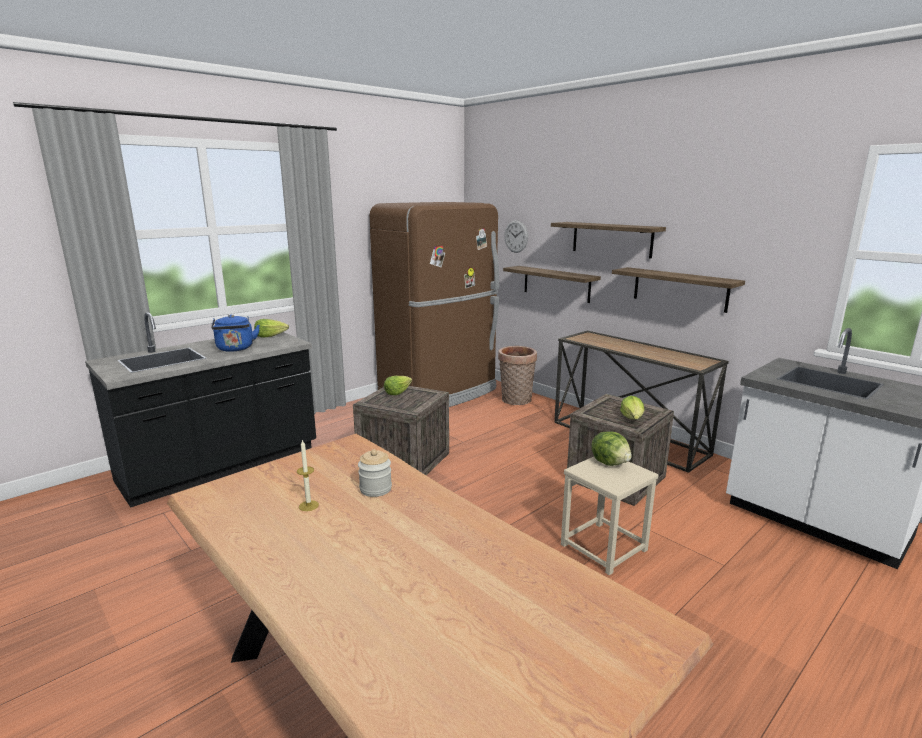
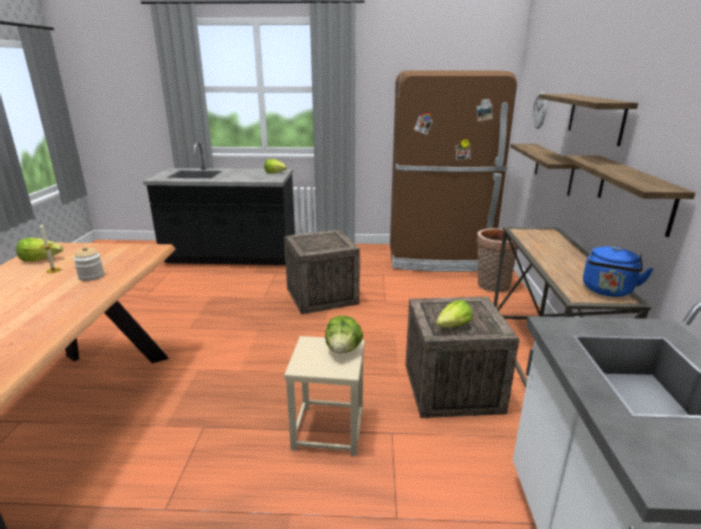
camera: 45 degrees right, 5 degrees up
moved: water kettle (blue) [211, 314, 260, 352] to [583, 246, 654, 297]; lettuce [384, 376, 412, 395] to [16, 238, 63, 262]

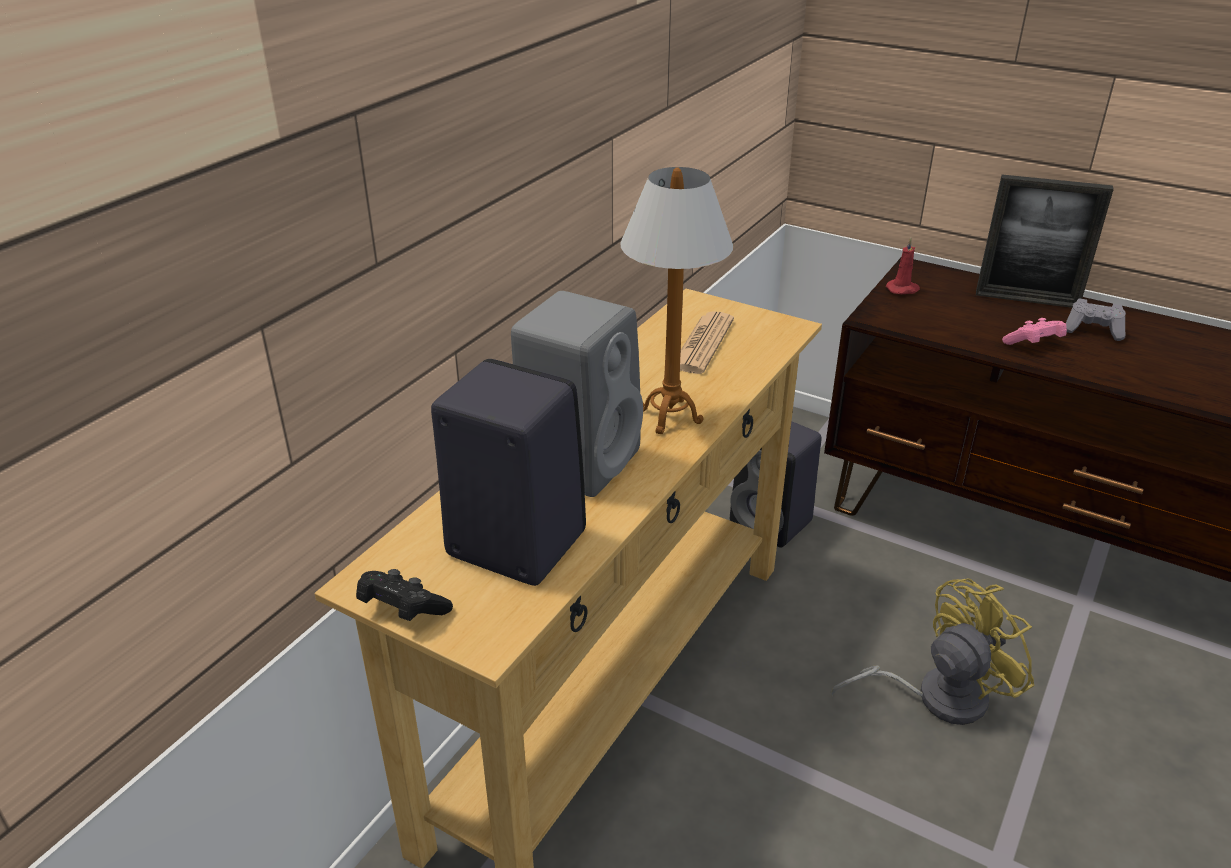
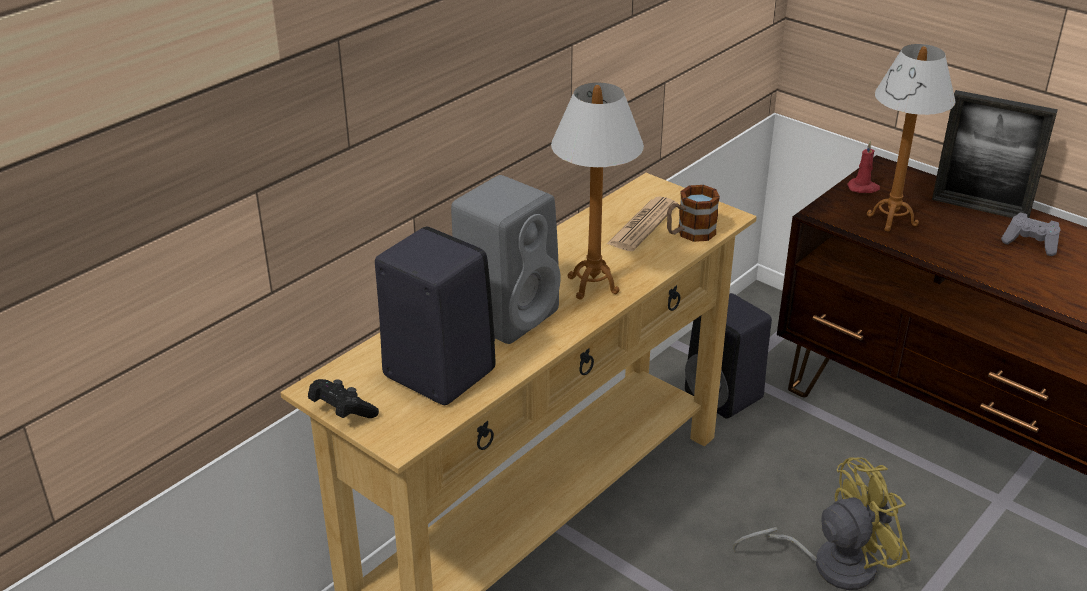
camera: 10 degrees right, 0 degrees up
removed: gamepad (pink) [1002, 318, 1067, 345]
added: tea mug [667, 185, 720, 242]; table lamp [867, 44, 956, 232]

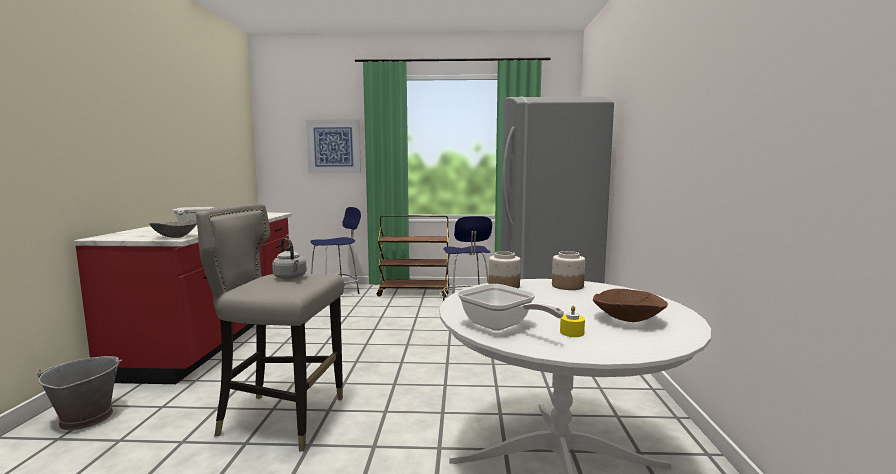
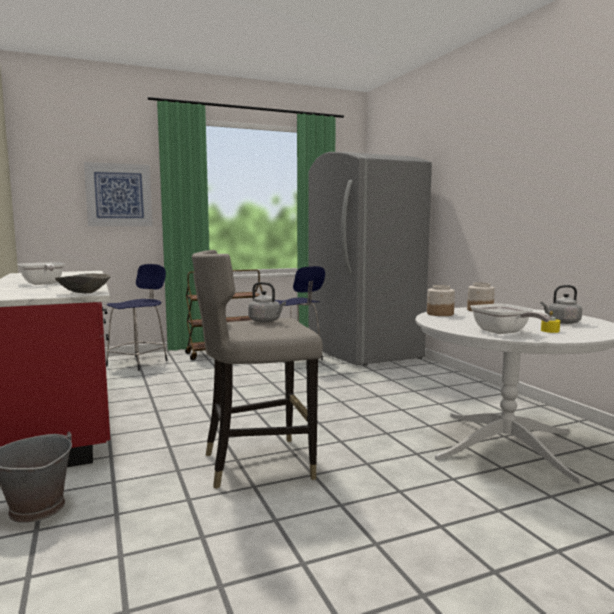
camera: 25 degrees left, 0 degrees up
replaced: bowl (brownish) [593, 289, 668, 322] to water kettle (greyish) [541, 285, 582, 324]
turned: frying pan [457, 284, 564, 331] = [470, 304, 550, 334] 45 degrees clockwise

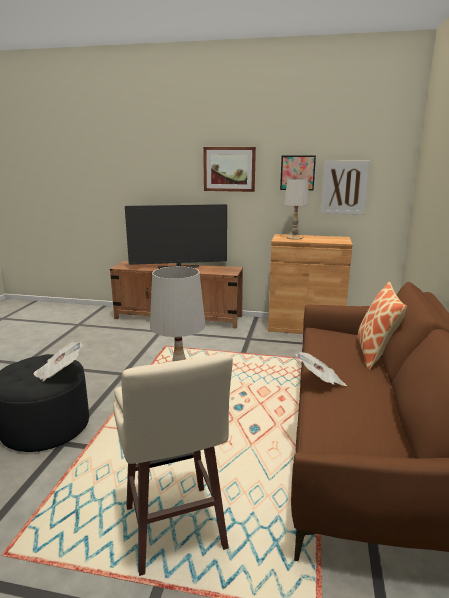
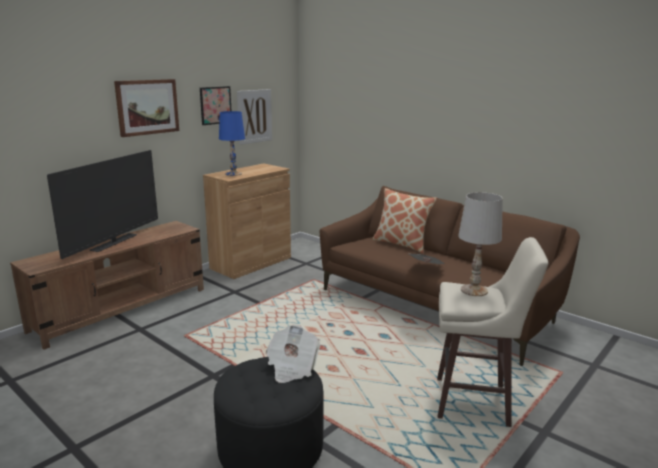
camera: 60 degrees left, 0 degrees up
recoloured: table lamp (whitish) [284, 178, 309, 240] to table lamp (blue) [219, 111, 245, 176]

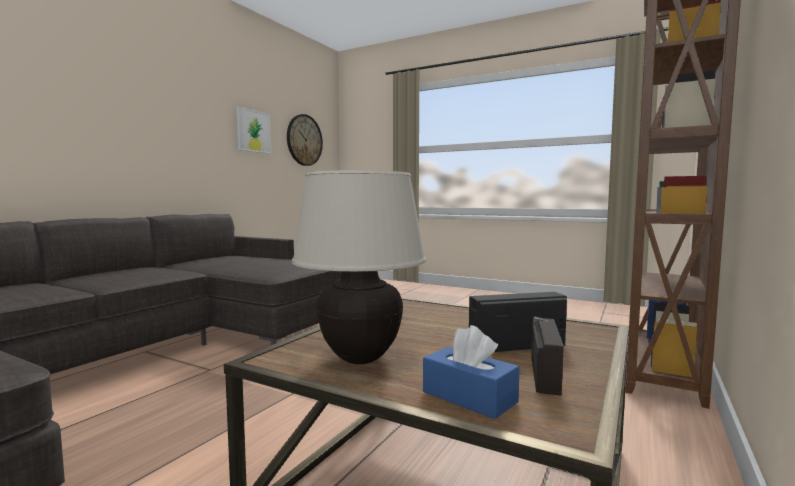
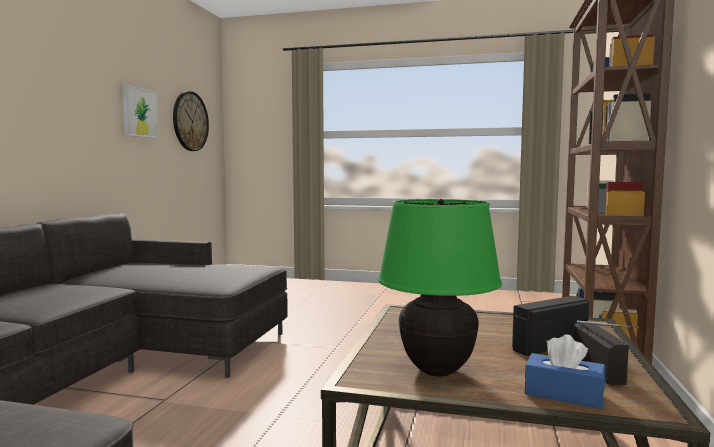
camera: 15 degrees left, 0 degrees up
recoloured: table lamp (sand-coloured) [292, 170, 426, 364] to table lamp (green) [378, 199, 502, 377]

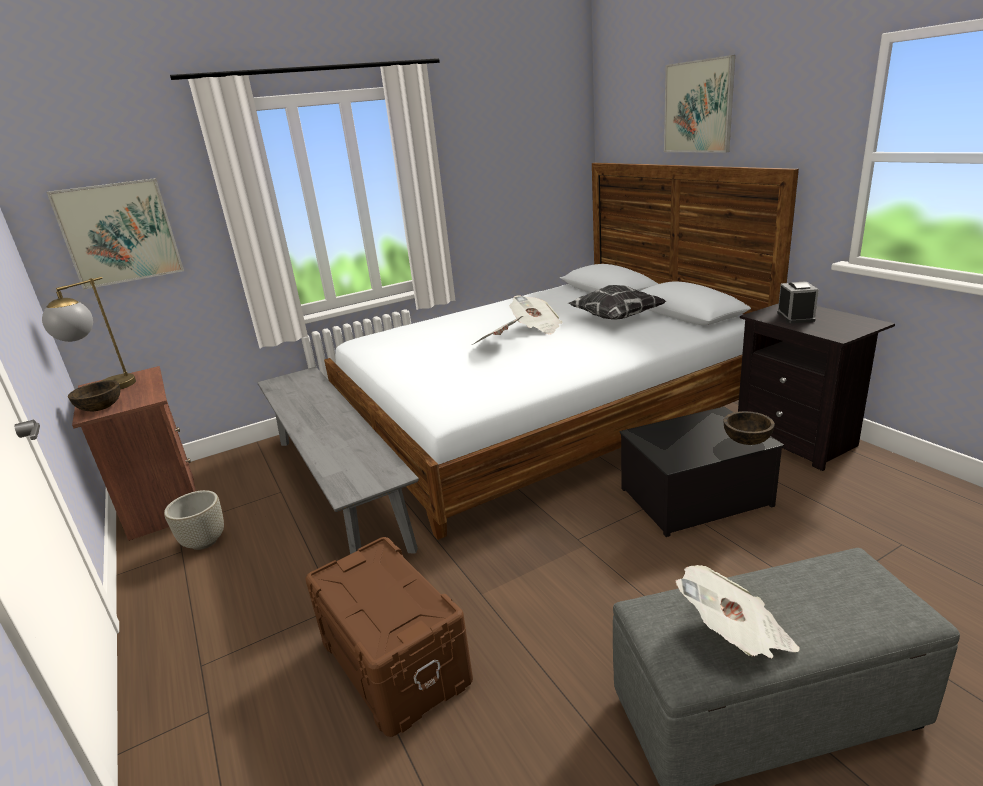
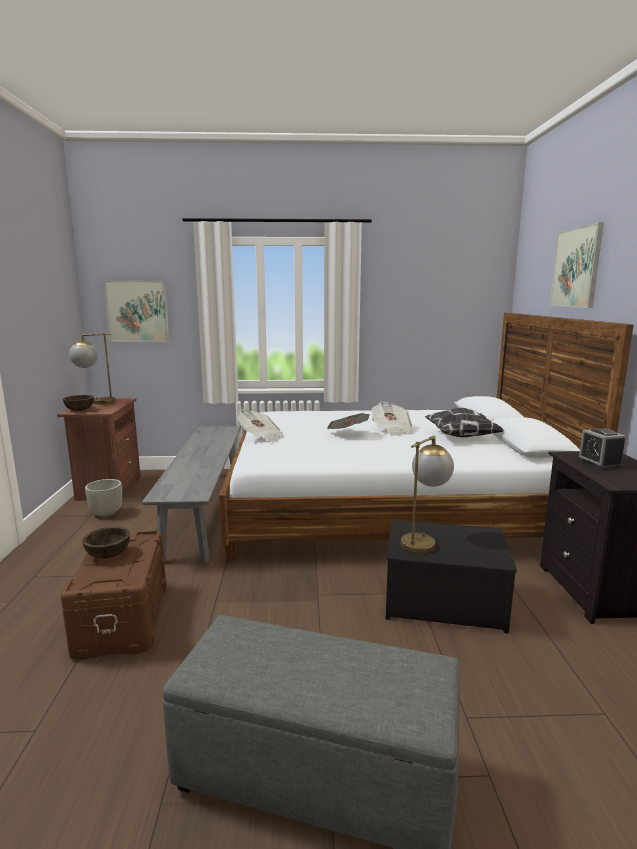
camera: 25 degrees right, 10 degrees down
added: table lamp [401, 435, 454, 554]
moved: printed paper [676, 565, 799, 658] to [237, 409, 283, 442]; bowl (brownish) [723, 411, 775, 445] to [82, 527, 130, 559]
turned: alarm clock [777, 282, 819, 323] = [578, 428, 626, 470] 135 degrees clockwise

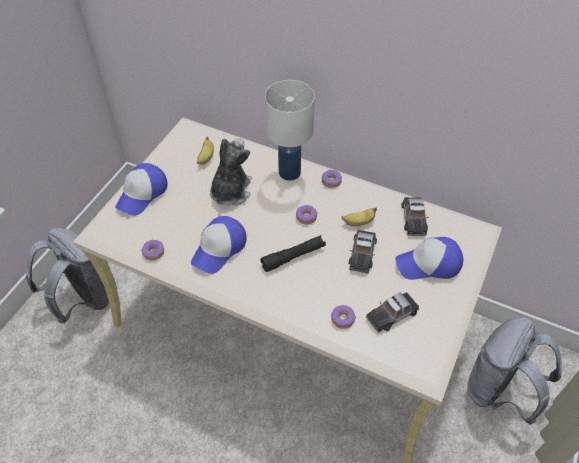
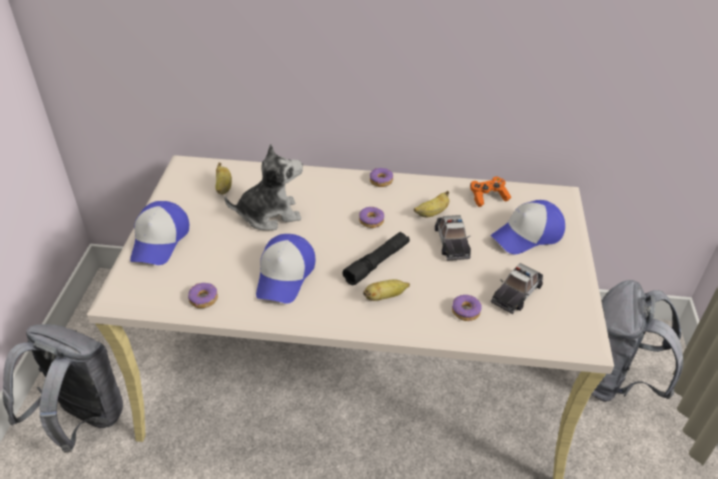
camera: 20 degrees left, 10 degrees down
removed: table lamp (whitish) [265, 80, 315, 181]
added: banana fruit [363, 280, 410, 301]
replaced: model car [401, 197, 429, 236] to gamepad (orangey) [470, 176, 511, 207]
turned: plush toy [210, 138, 252, 205] = [224, 144, 303, 230] 75 degrees clockwise

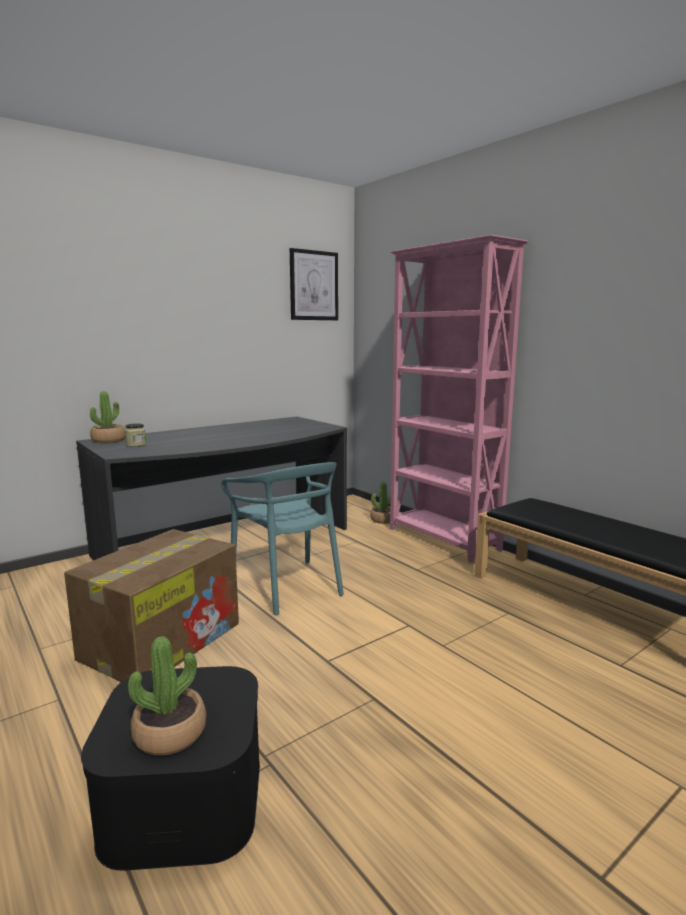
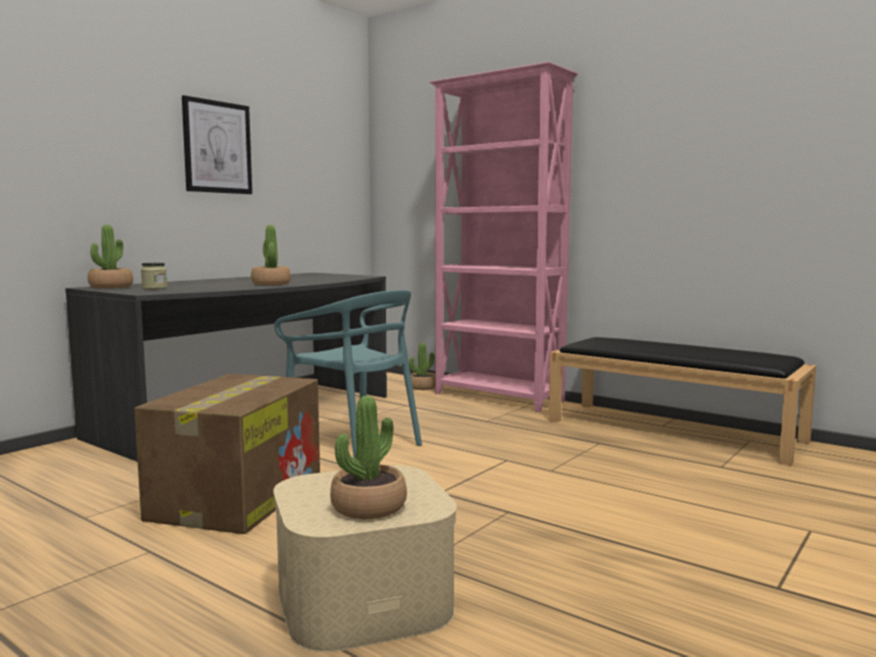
camera: 15 degrees left, 5 degrees down
added: houseplant [251, 225, 291, 285]
moved: picture [290, 248, 338, 320] to [182, 95, 252, 194]
recoloured: storage box (black-coloured) [81, 666, 260, 871] to storage box (sand-coloured) [273, 465, 457, 652]

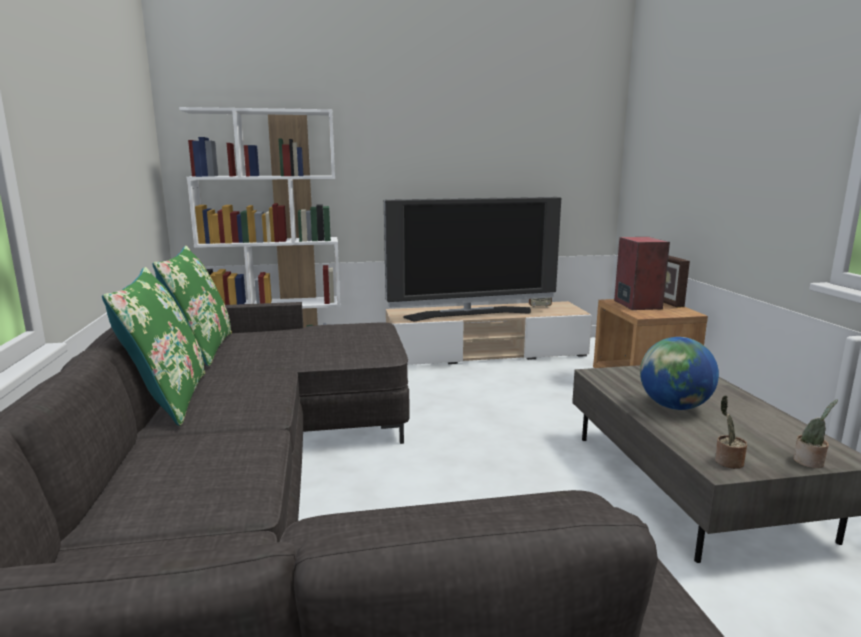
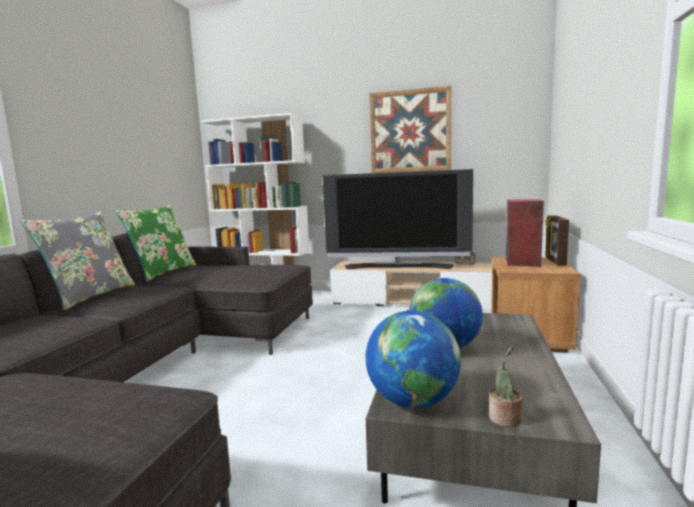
camera: 25 degrees right, 5 degrees down
added: picture [369, 86, 451, 173]
replaced: houseplant [715, 395, 747, 469] to desk globe [365, 311, 461, 408]
recoloured: pillow (green) [102, 267, 205, 426] to pillow (greyish) [21, 212, 135, 310]

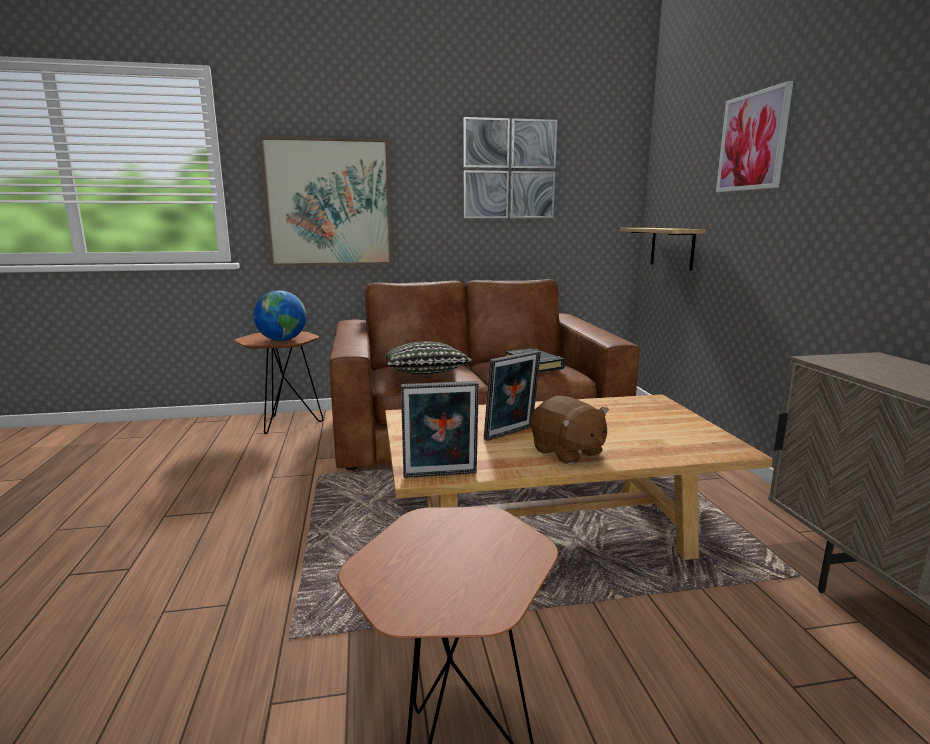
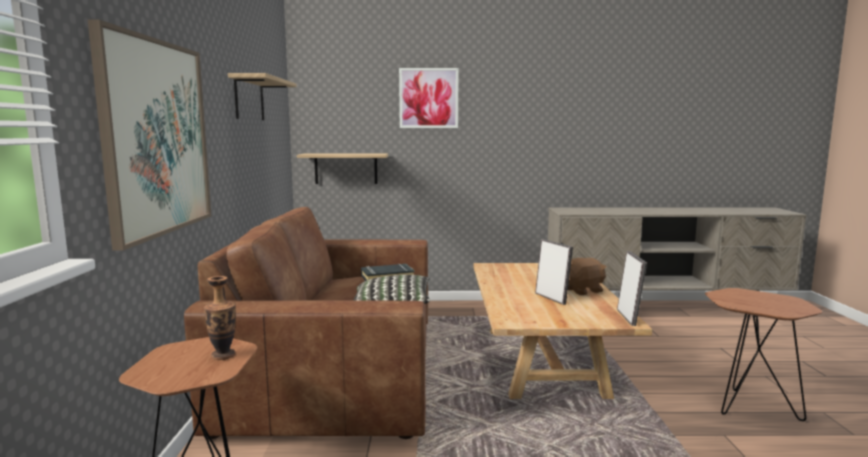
camera: 80 degrees left, 5 degrees down
replaced: desk globe [253, 290, 306, 341] to decorative vase [204, 276, 236, 360]; picture [463, 117, 558, 219] to wall shelf [228, 73, 297, 120]

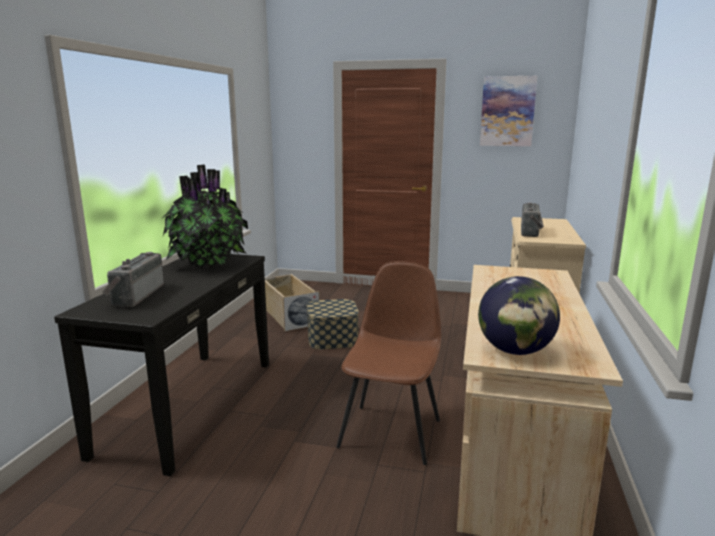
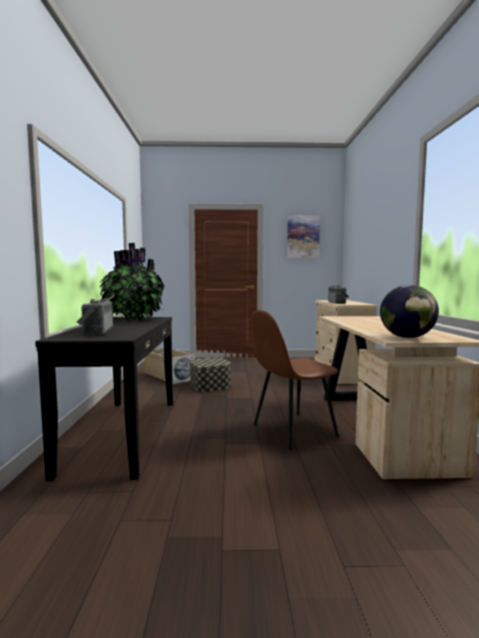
camera: 15 degrees left, 10 degrees down
turned: upright chair (brownish) [336, 261, 441, 465] = [251, 310, 339, 450] 120 degrees counterclockwise

